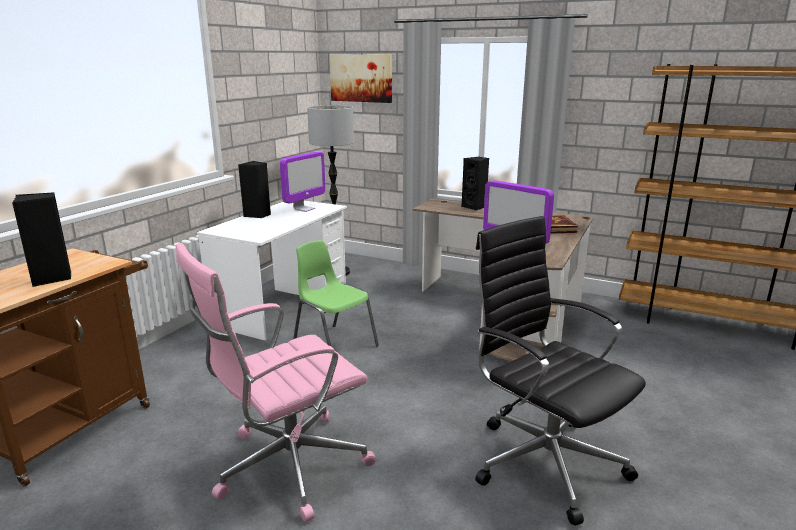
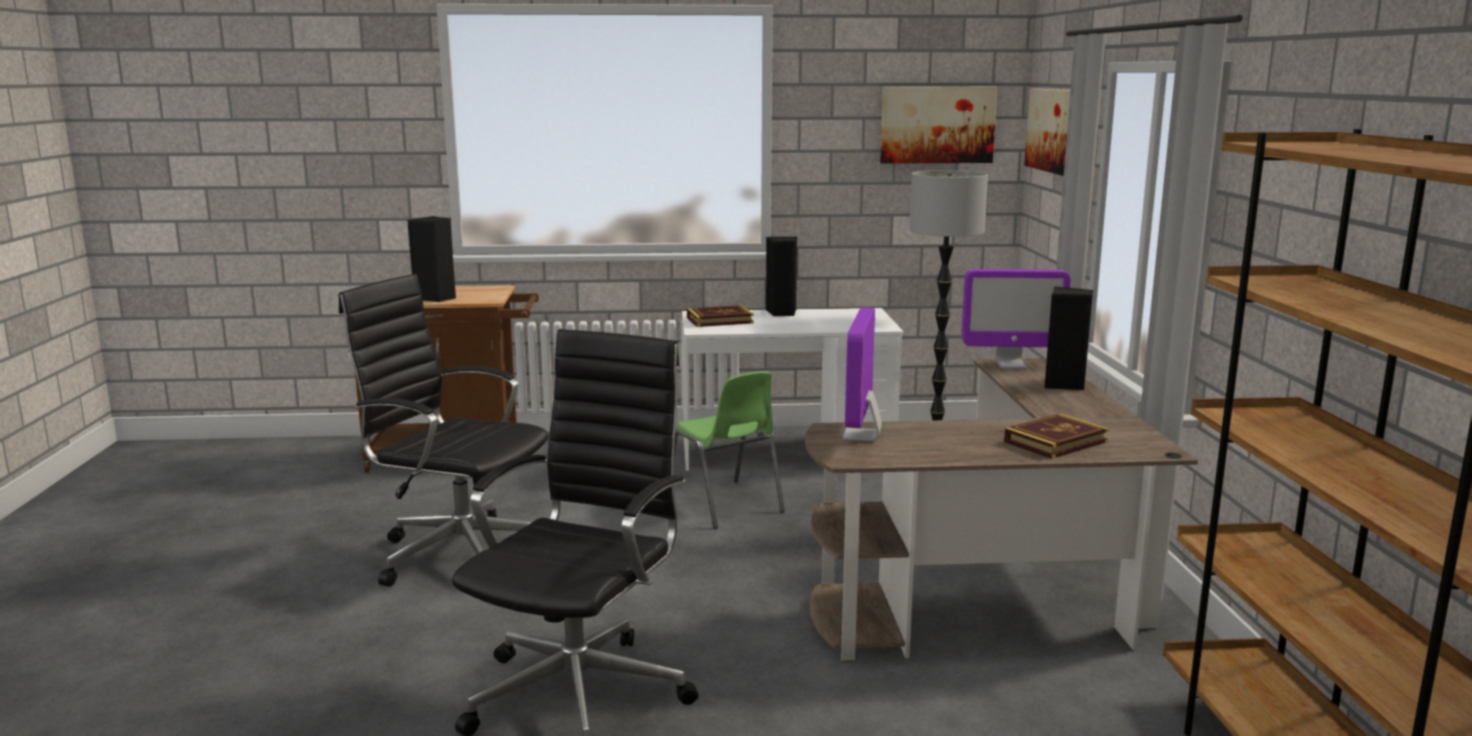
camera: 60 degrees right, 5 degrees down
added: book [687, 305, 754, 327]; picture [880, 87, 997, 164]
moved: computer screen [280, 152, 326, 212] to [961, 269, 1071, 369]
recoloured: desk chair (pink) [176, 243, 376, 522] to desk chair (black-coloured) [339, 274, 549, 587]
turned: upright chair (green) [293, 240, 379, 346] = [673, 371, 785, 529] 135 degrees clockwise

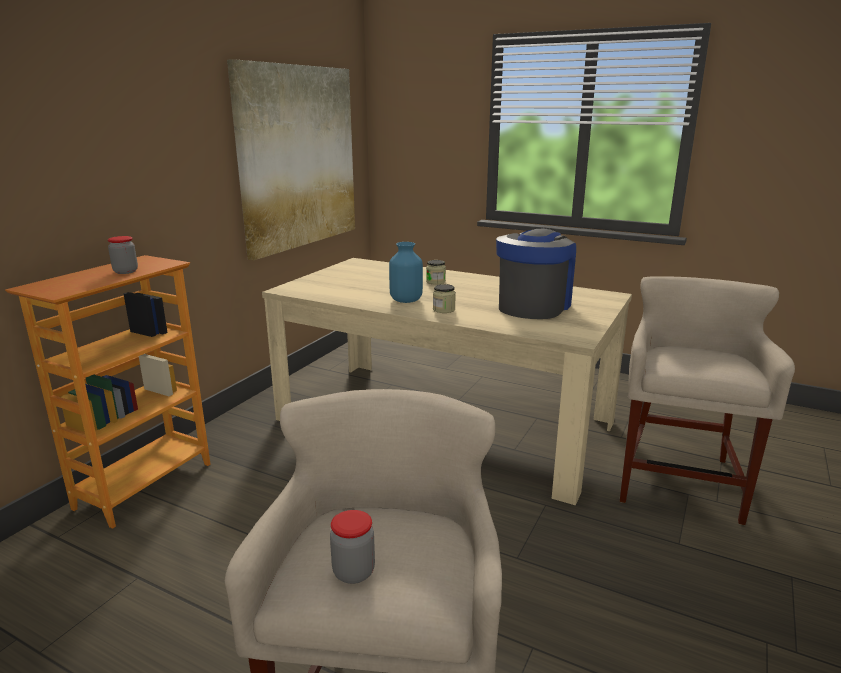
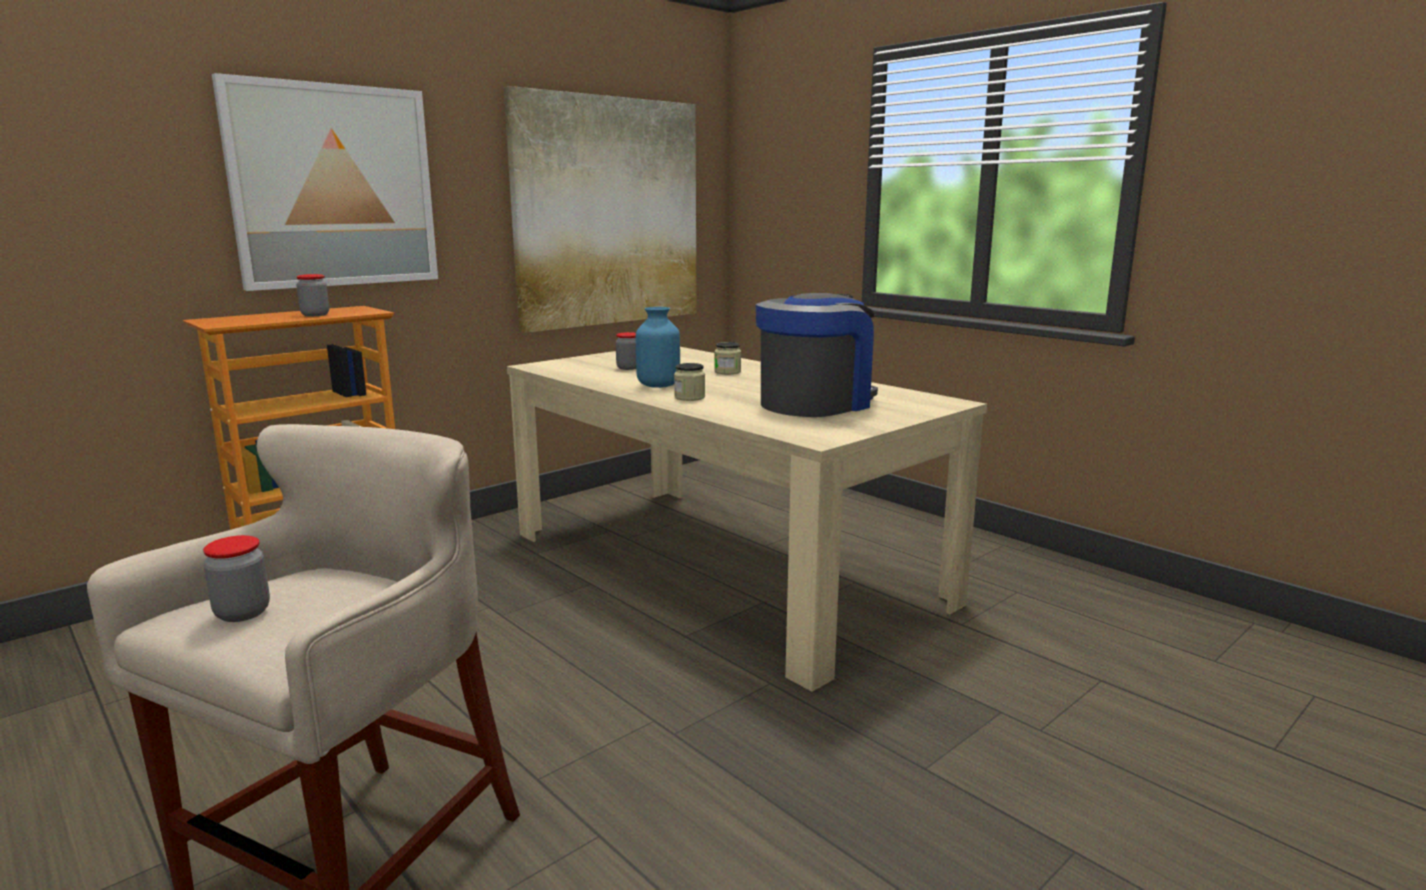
camera: 20 degrees right, 5 degrees down
removed: stool (sand-coloured) [620, 276, 795, 525]
added: picture [212, 73, 438, 291]; storage jar [616, 332, 636, 370]

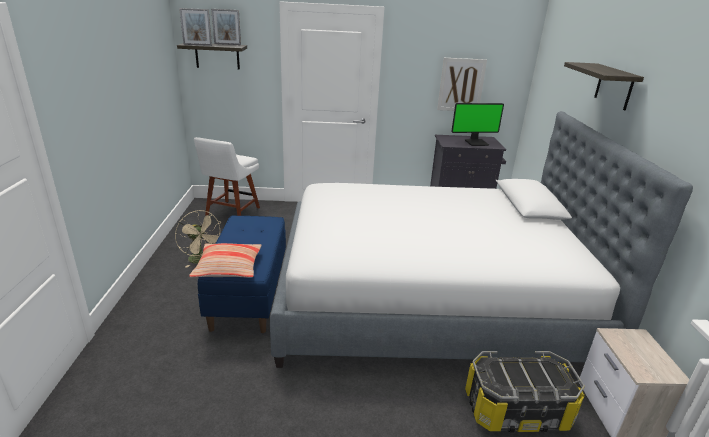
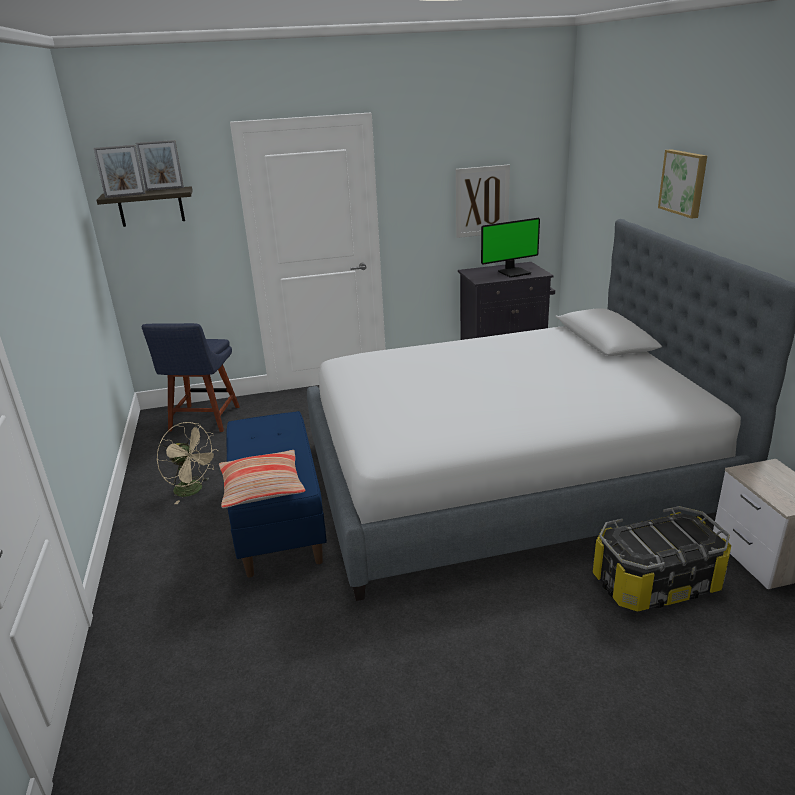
camera: 10 degrees left, 0 degrees up
replaced: wall shelf [564, 62, 644, 111] to picture [658, 149, 707, 219]
recoloured: upright chair (whitish) [194, 137, 260, 216] to upright chair (blue) [142, 323, 240, 432]

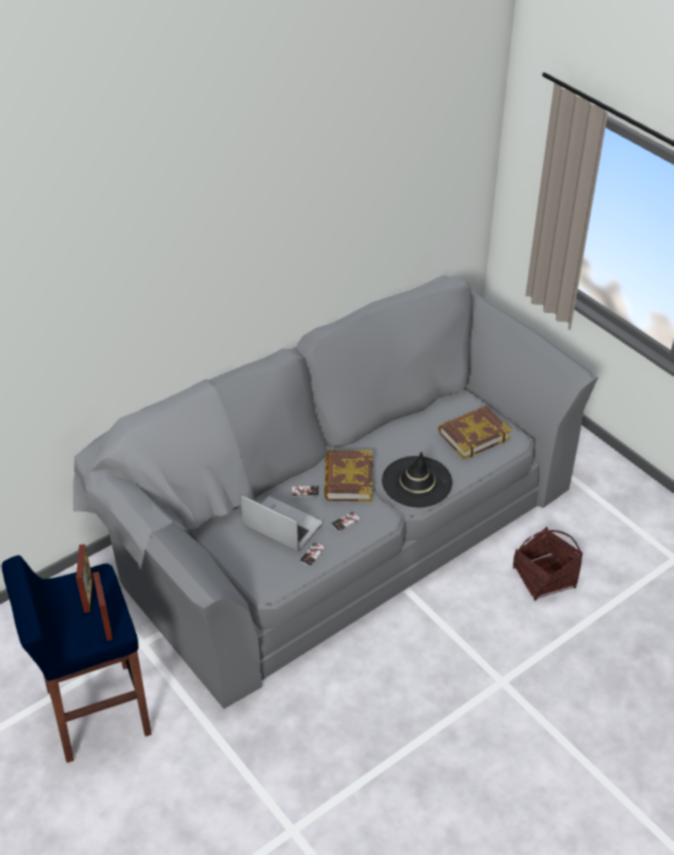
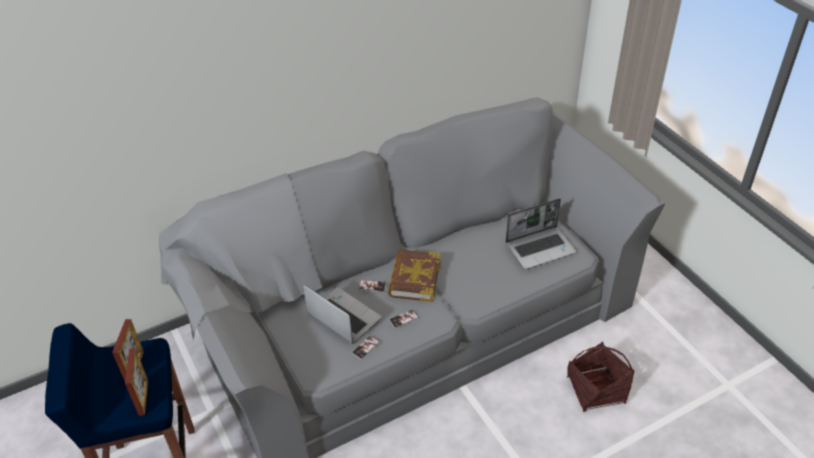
camera: 10 degrees right, 0 degrees up
removed: wearable hat (black-coloured) [382, 452, 453, 507]
replaced: book [438, 406, 512, 459] to notebook computer [505, 198, 577, 269]

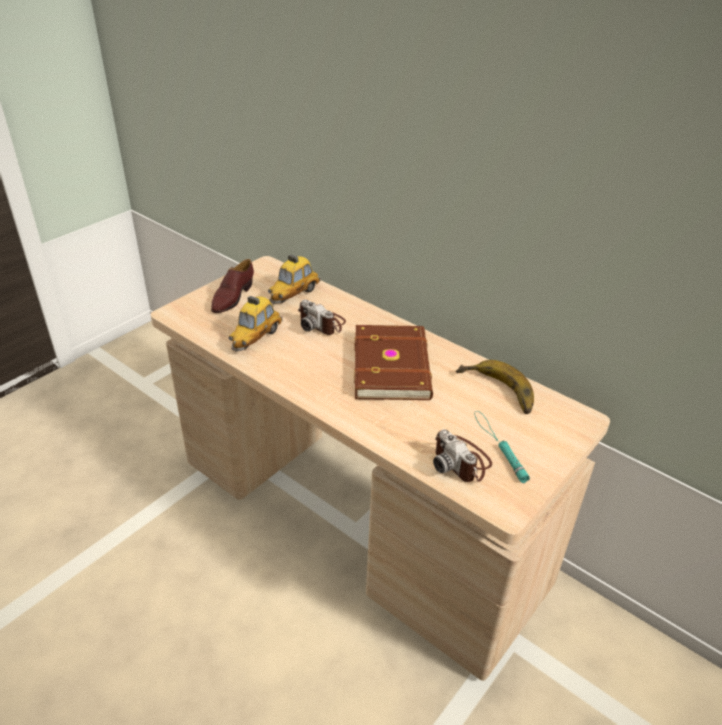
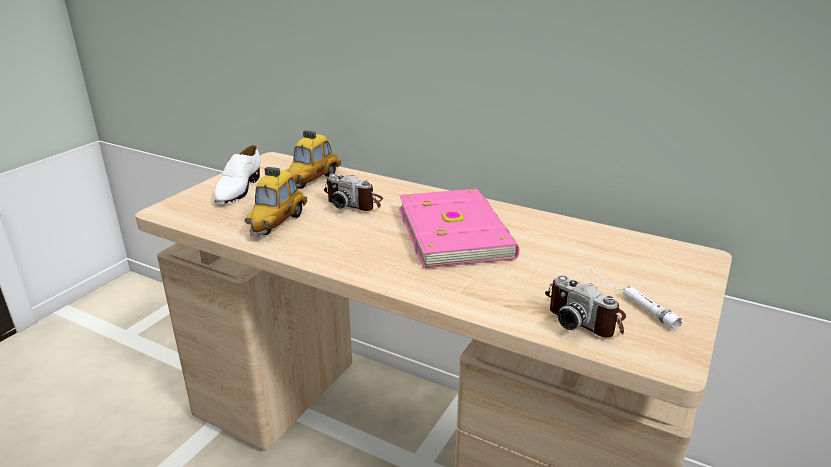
camera: 10 degrees left, 10 degrees down
removed: banana fruit [456, 360, 534, 414]
recoloured: low shoe (brownish) [211, 259, 254, 313] to low shoe (whitish) [214, 145, 261, 204]; book (brownish) [354, 325, 433, 400] to book (pink) [399, 189, 519, 269]; flashlight (turquoise) [474, 411, 530, 483] to flashlight (whitish) [575, 263, 682, 330]

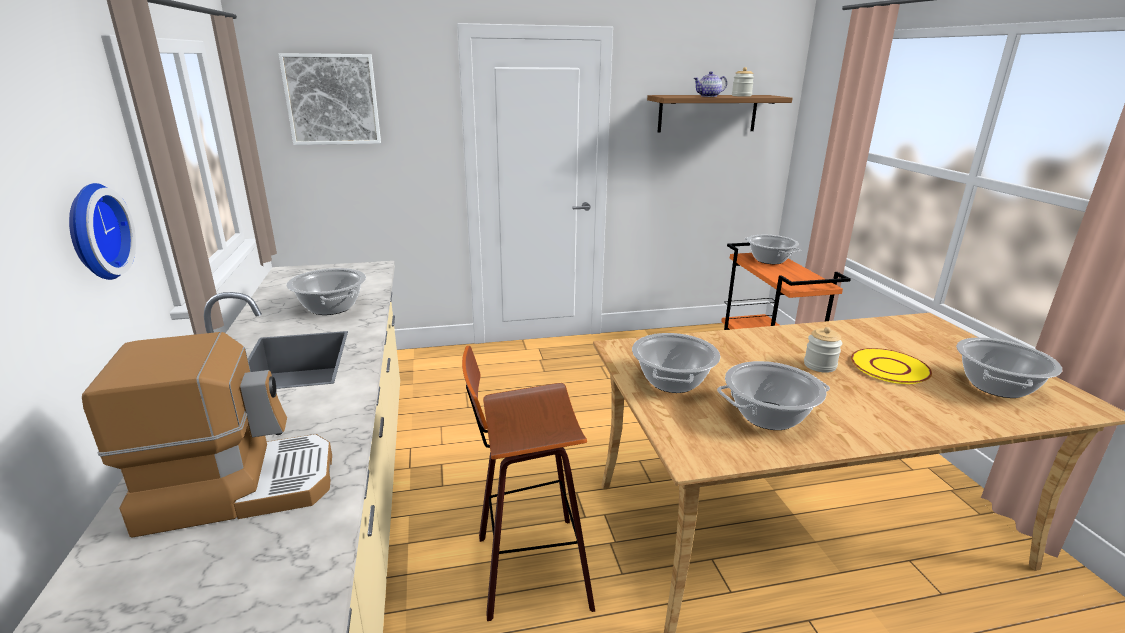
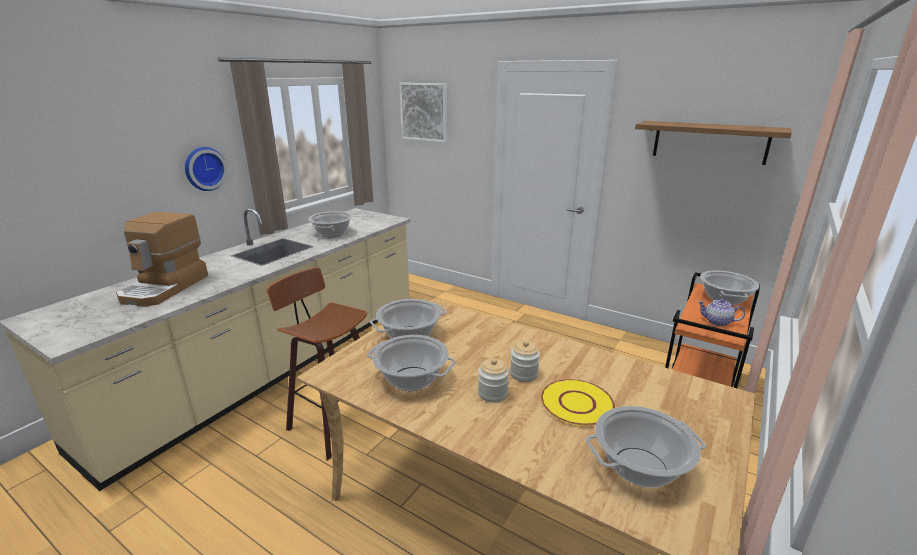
camera: 45 degrees right, 0 degrees up
moved: pot for tea [693, 71, 727, 97] to [698, 299, 745, 326]; storage jar [732, 67, 754, 97] to [478, 358, 509, 403]
turned: coffee maker [82, 332, 332, 537] = [116, 212, 208, 307] 75 degrees clockwise

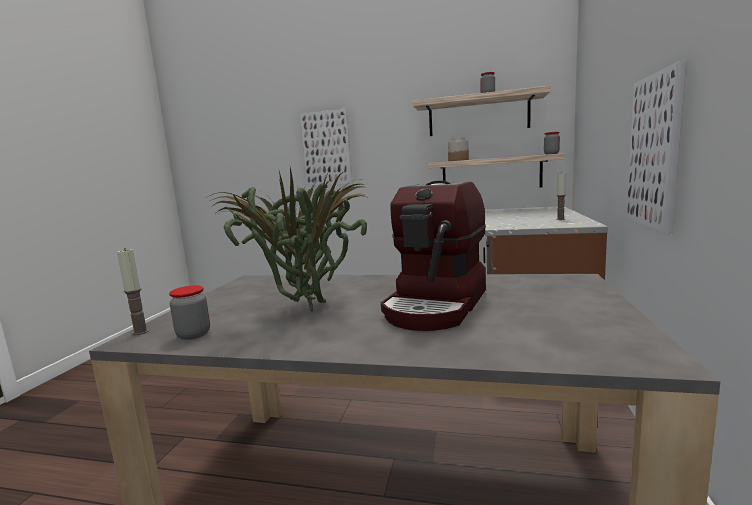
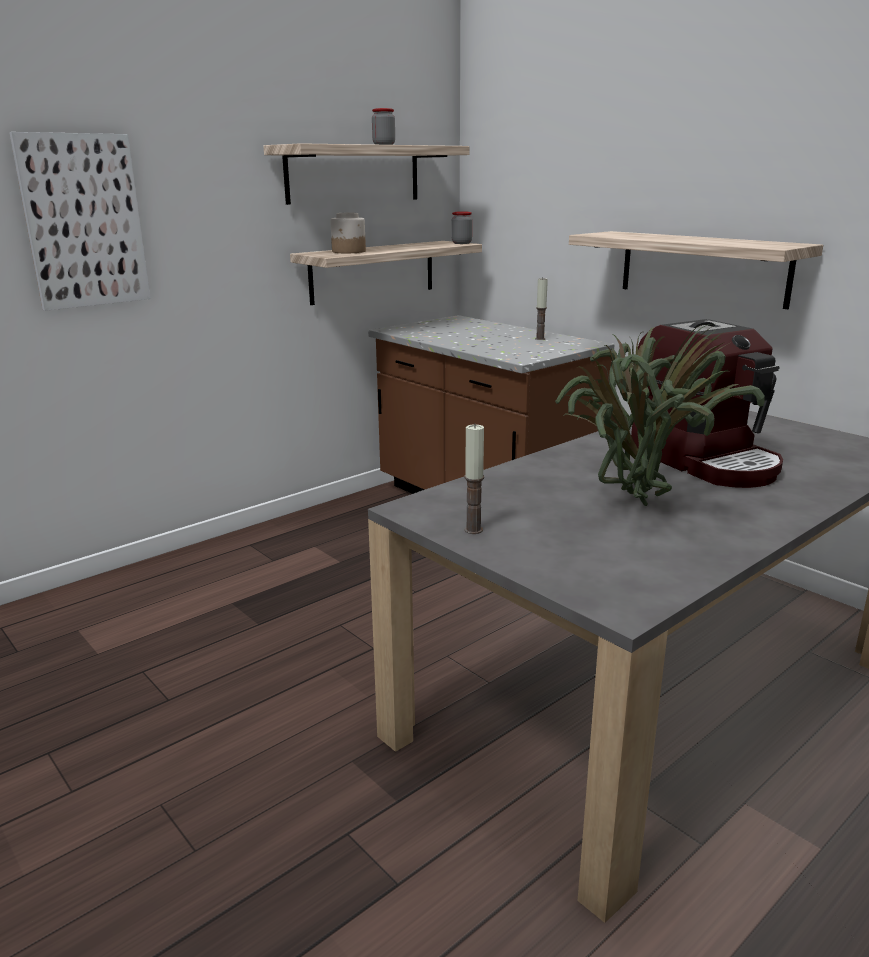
camera: 55 degrees left, 10 degrees up
removed: storage jar [169, 285, 210, 340]
moved: wax light [117, 248, 149, 335] to [464, 423, 484, 534]
replaced: picture [626, 61, 686, 234] to wall shelf [569, 231, 823, 309]

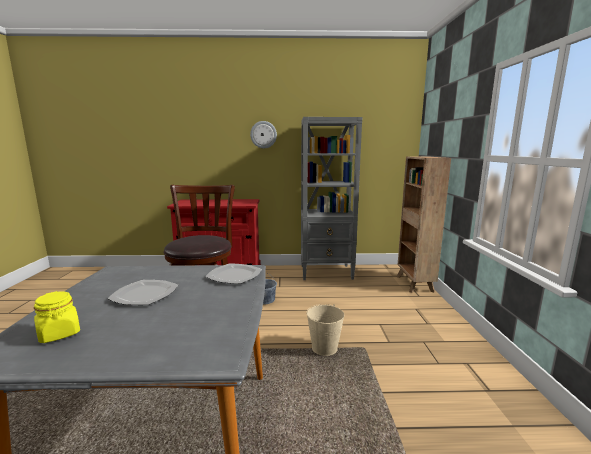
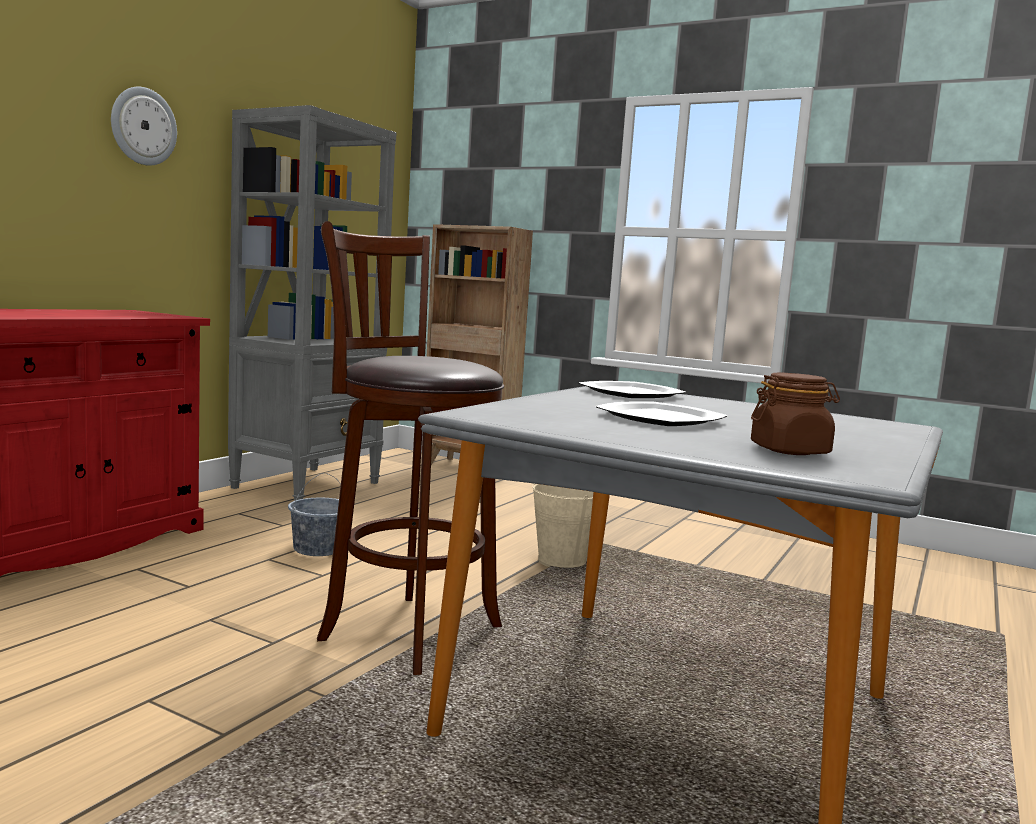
camera: 60 degrees left, 5 degrees down
recoloured: storage jar (yellowish) [34, 291, 80, 343] to storage jar (brownish) [751, 373, 840, 455]

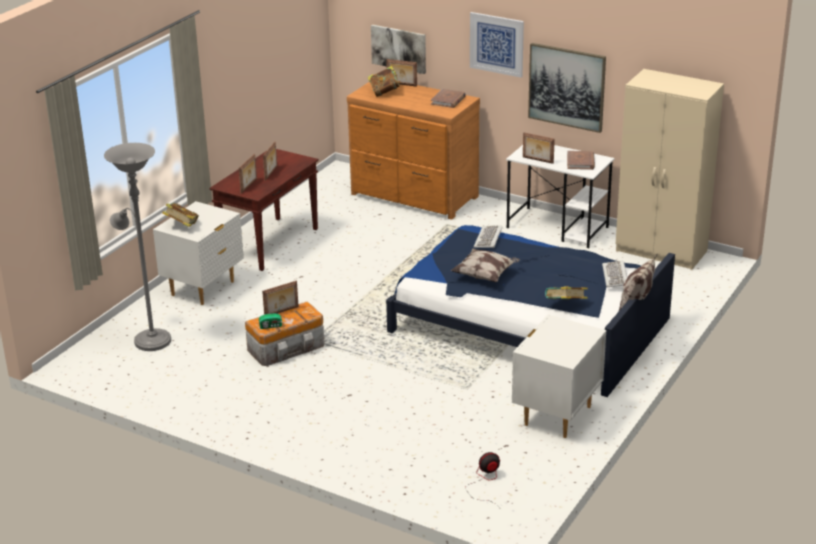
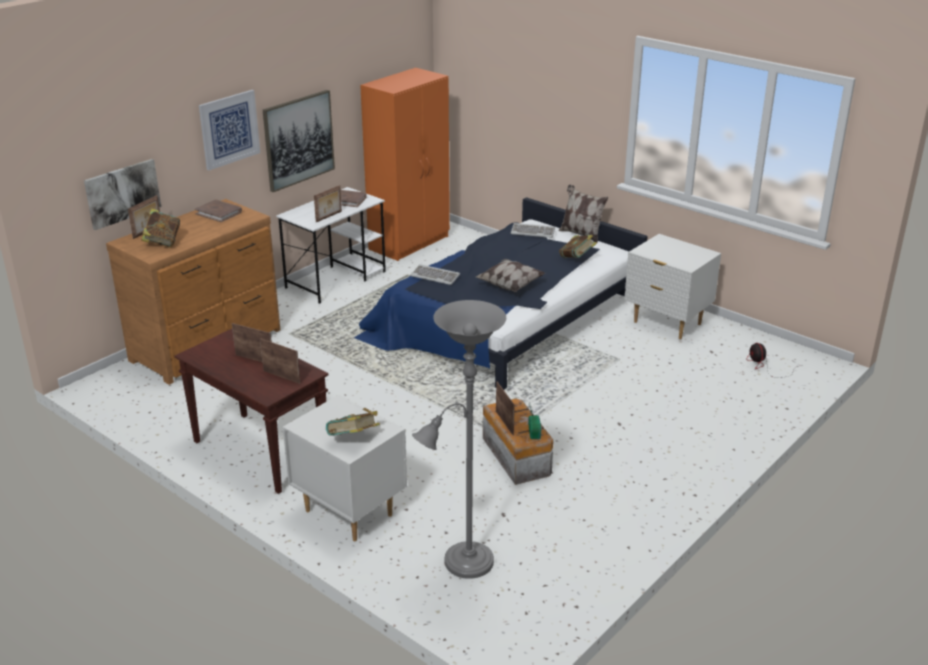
camera: 80 degrees left, 0 degrees up
recoloured: wardrobe (sand-coloured) [616, 69, 724, 270] to wardrobe (orangey) [360, 68, 450, 261]

